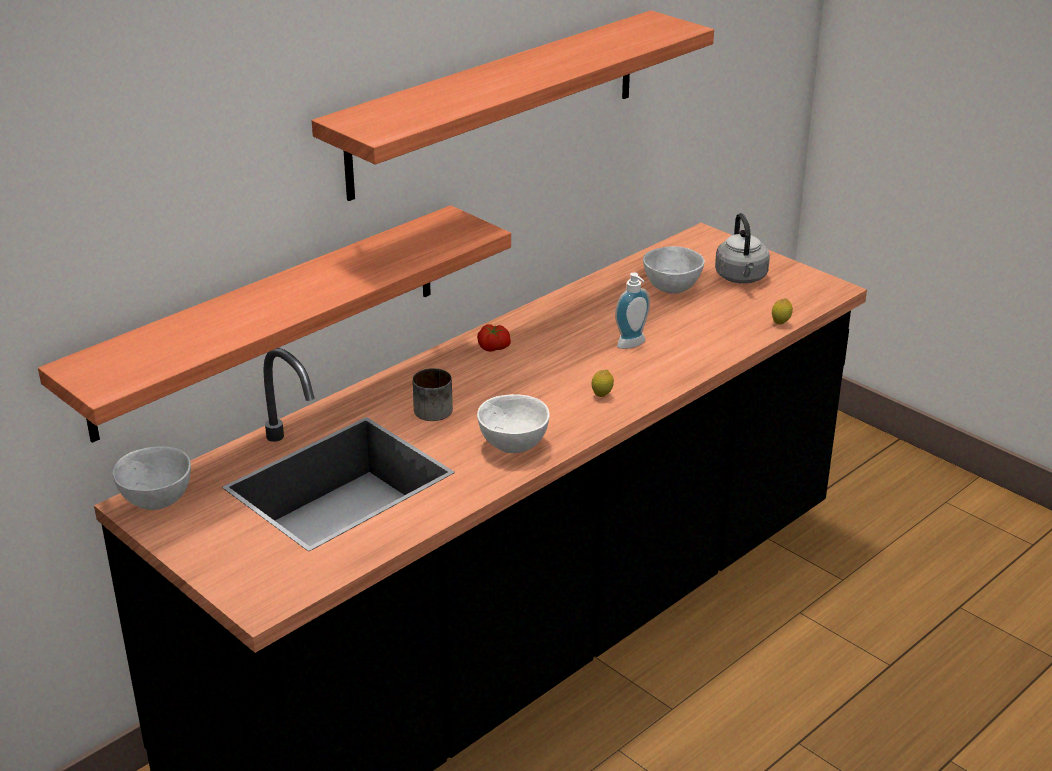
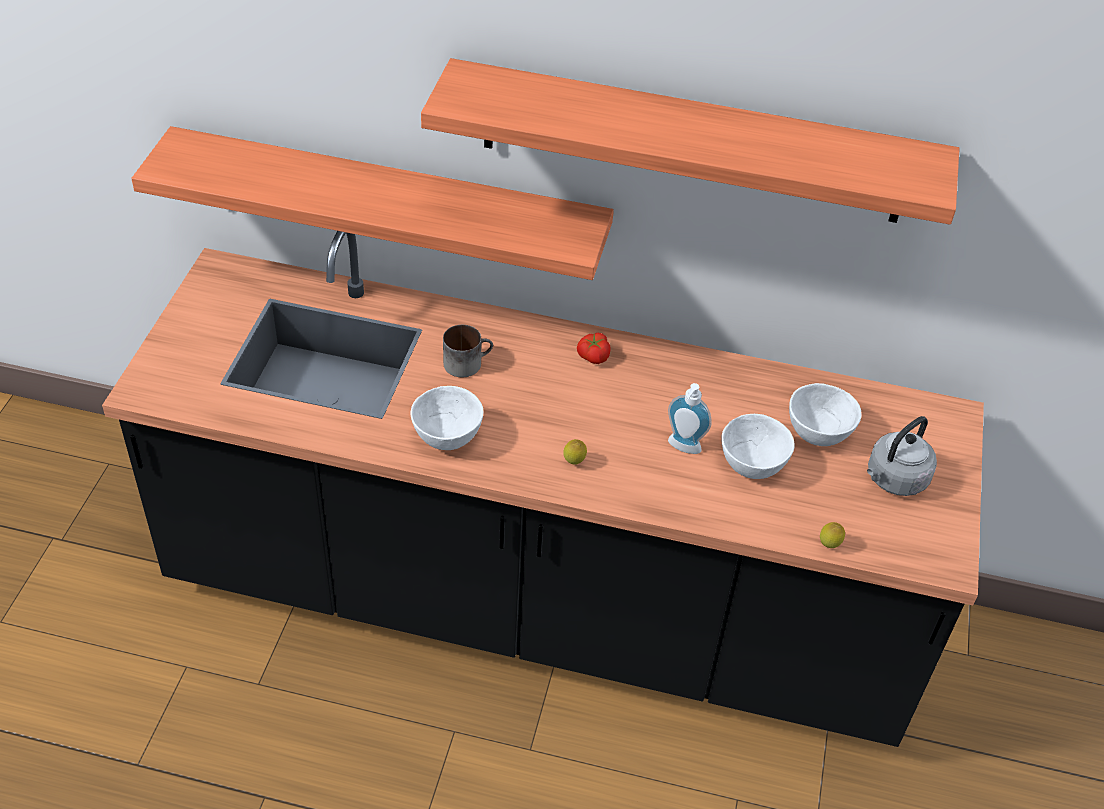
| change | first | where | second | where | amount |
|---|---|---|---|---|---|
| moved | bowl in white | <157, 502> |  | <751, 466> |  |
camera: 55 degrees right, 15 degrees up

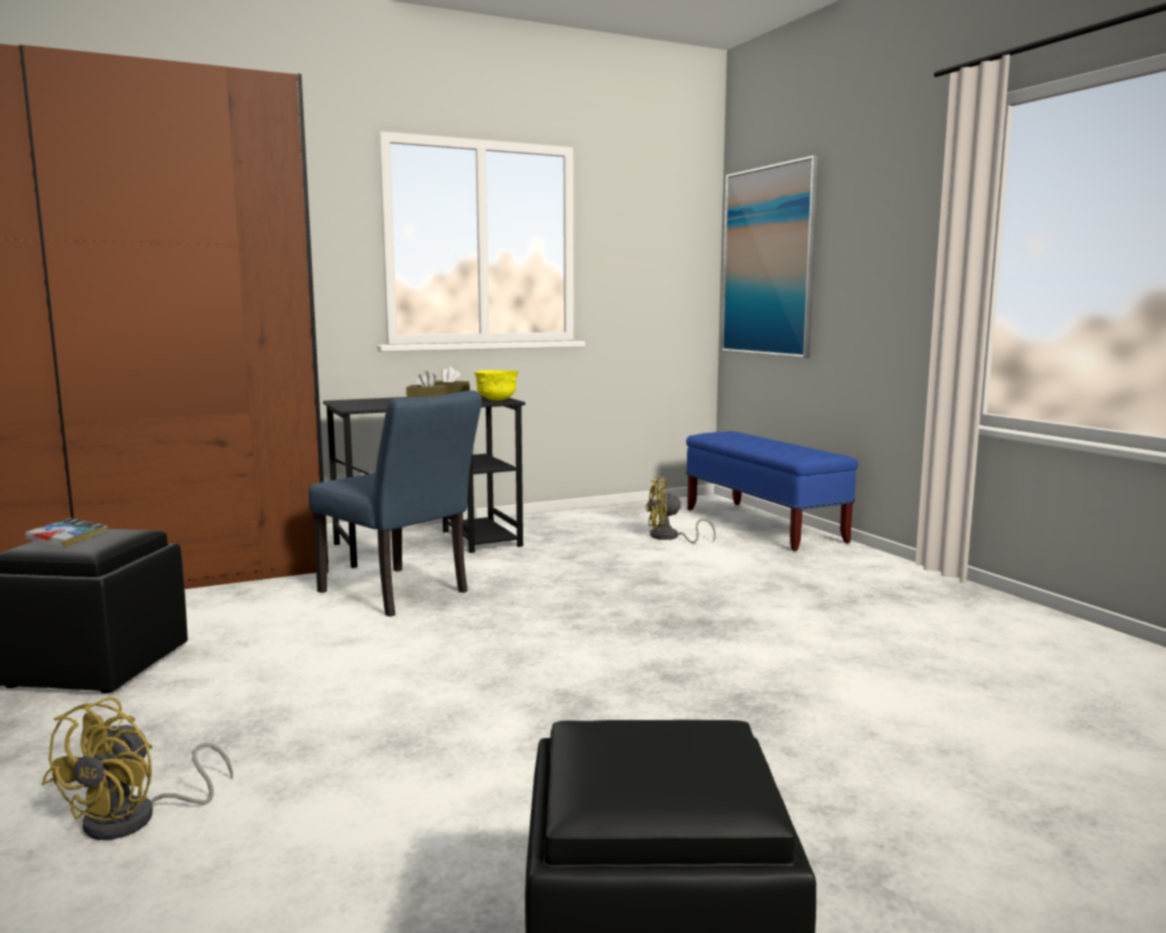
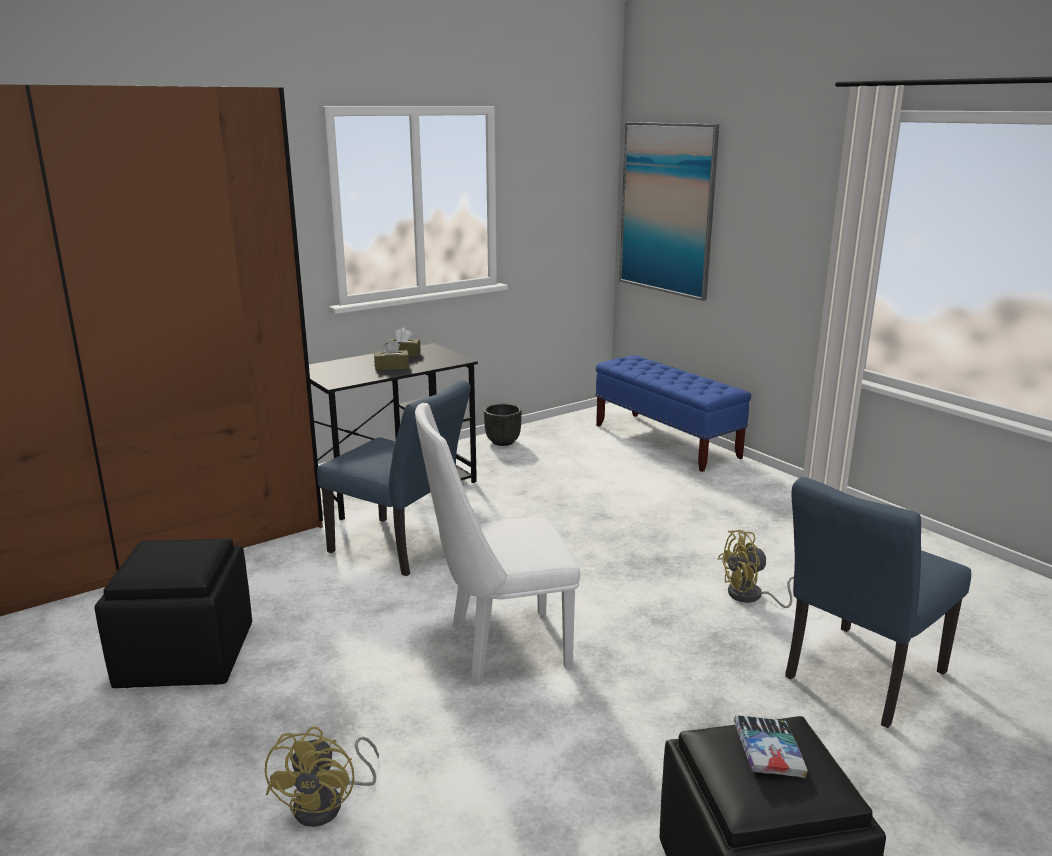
| change | first | where | second | where | amount |
|---|---|---|---|---|---|
| moved | book | <68, 539> |  | <768, 752> |  |
| removed | bowl in yellow | <496, 400> |  |  |  |
| moved | fan in yellow | <669, 537> |  | <752, 597> |  |
| added |  |  | chair in white | <498, 648> |  |
| added |  |  | planter in black | <503, 442> |  |
| added |  |  | chair in blue | <857, 679> |  |
camera: 10 degrees left, 10 degrees up

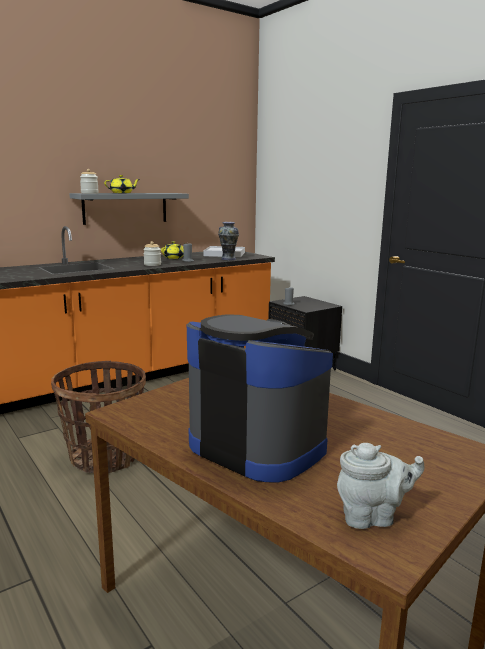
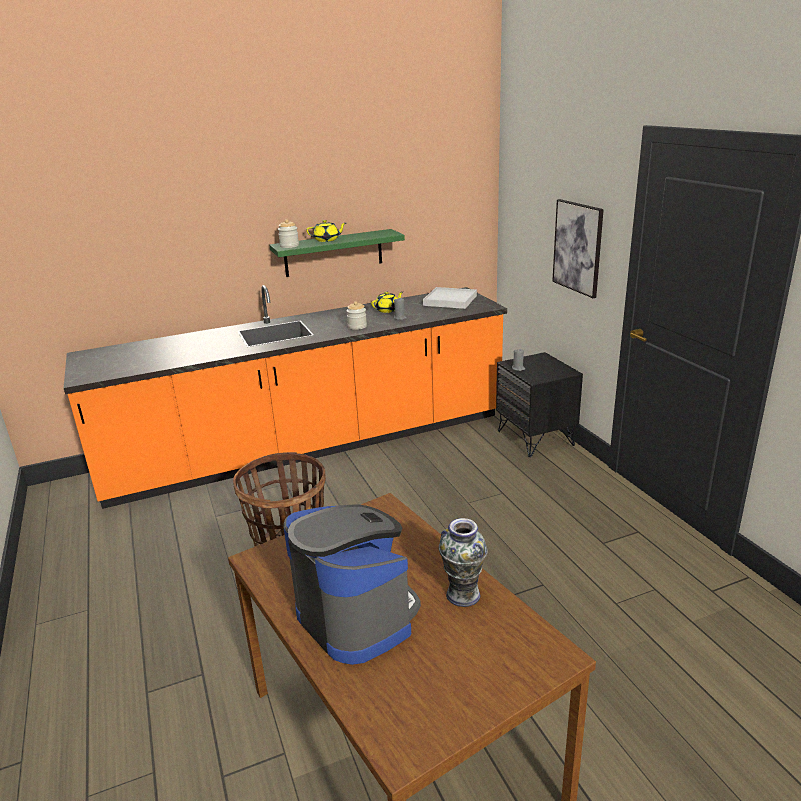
| change | first | where | second | where | amount |
|---|---|---|---|---|---|
| recoloured | shelf in grey | <125, 208> | shelf in green | <333, 253> |  |
| moved | vase | <228, 259> |  | <462, 595> |  |
| removed | teapot in grey | <372, 517> |  |  |  |
| added |  |  | picture | <578, 247> |  |
camera: 15 degrees right, 10 degrees up

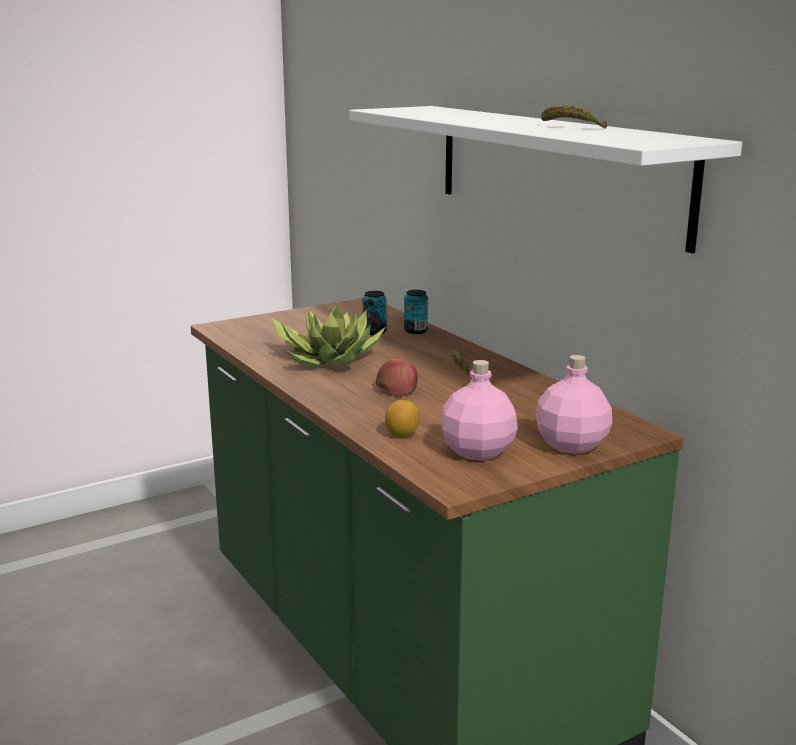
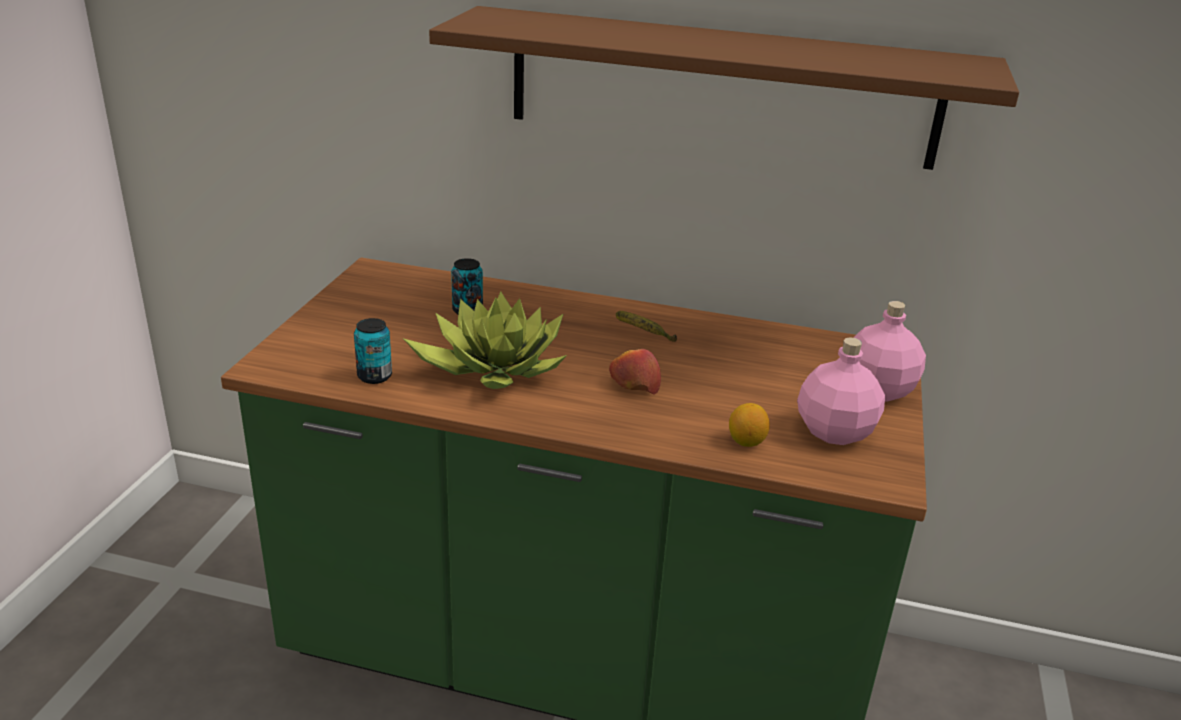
| change | first | where | second | where | amount |
|---|---|---|---|---|---|
| recoloured | shelf in white | <554, 170> | shelf in brown | <721, 87> |  |
| moved | can | <416, 331> |  | <374, 376> |  |
| removed | banana | <570, 127> |  |  |  |
camera: 45 degrees left, 10 degrees up

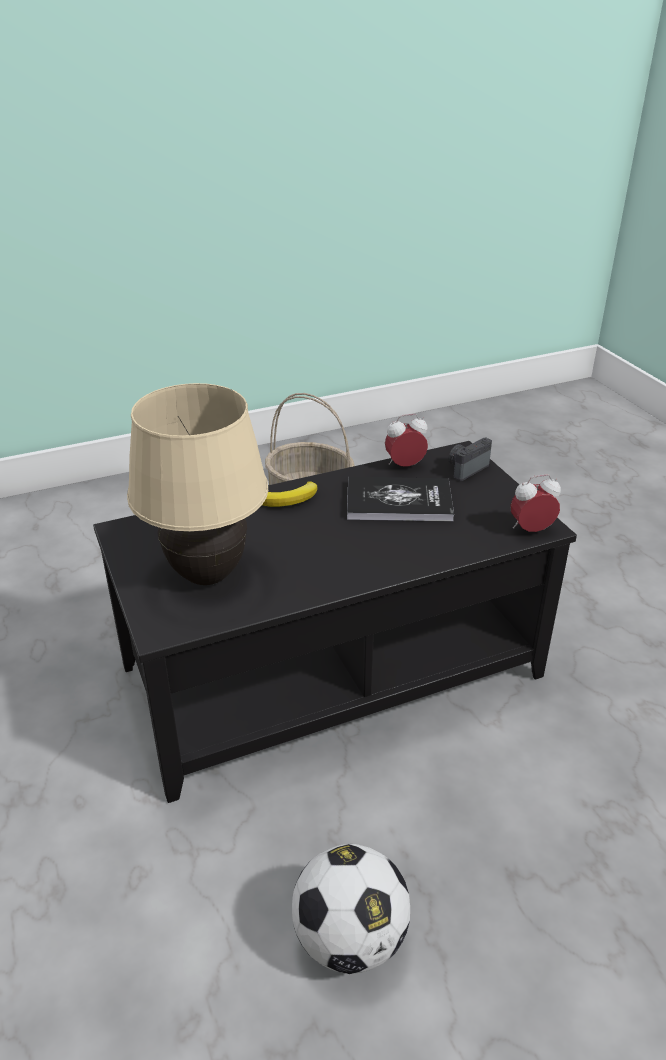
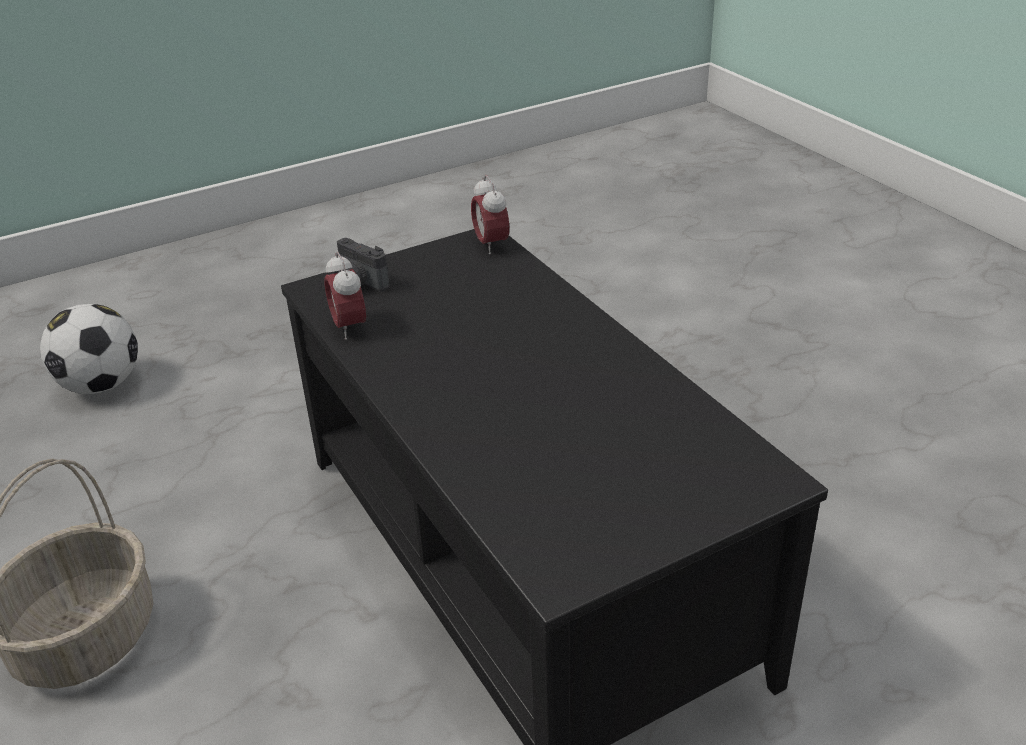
| change | first | where | second | where | amount |
|---|---|---|---|---|---|
| removed | table lamp in beige | <207, 576> |  |  |  |
| removed | banana | <289, 499> |  |  |  |
| moved | football | <350, 939> |  | <101, 385> |  |
| removed | book | <399, 501> |  |  |  |
camera: 95 degrees left, 0 degrees up

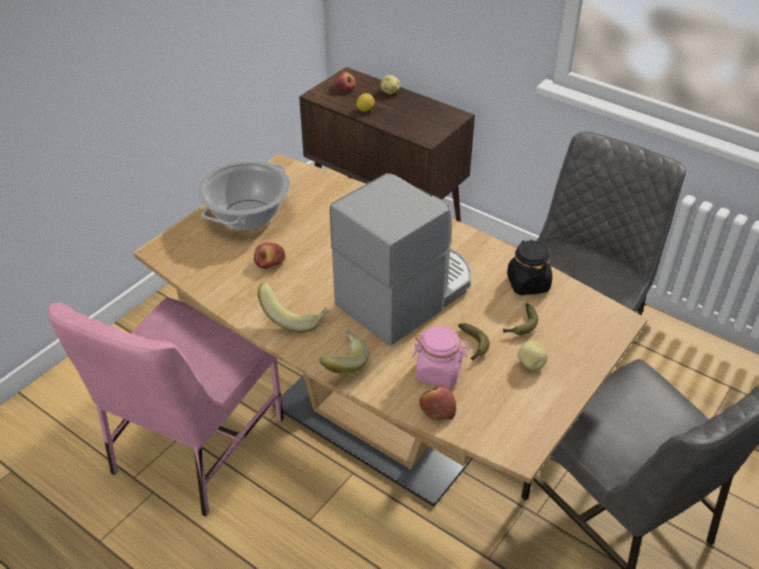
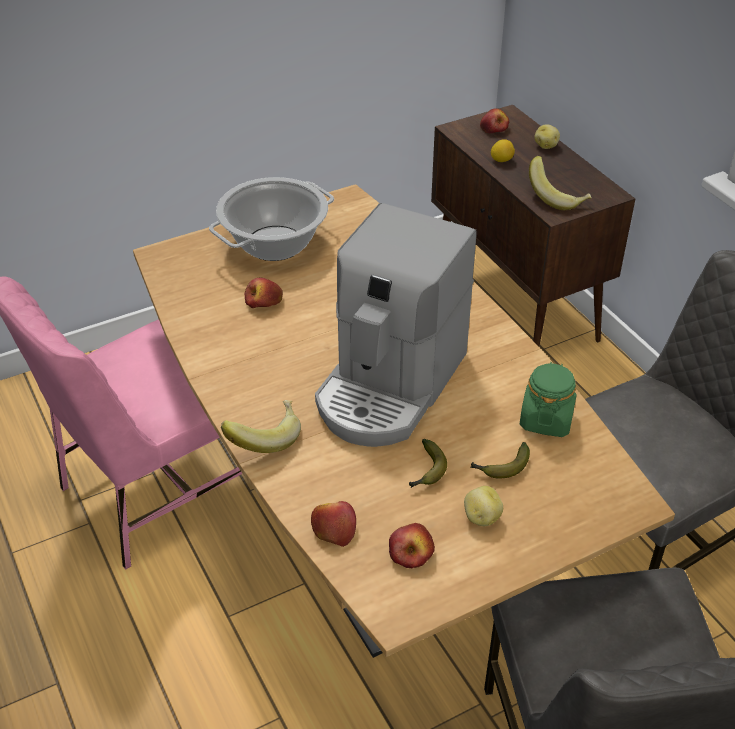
| change | first | where | second | where | amount |
|---|---|---|---|---|---|
| moved | banana | <295, 317> |  | <557, 197> |  |
| turned | coffee machine | <407, 294> |  | <390, 386> | 135 degrees clockwise |
| removed | jar in pink | <439, 371> |  |  |  |
| recoloured | jar in black | <527, 283> | jar in green | <546, 419> |  |
| added |  |  | apple | <411, 552> |  |
camera: 25 degrees right, 0 degrees up

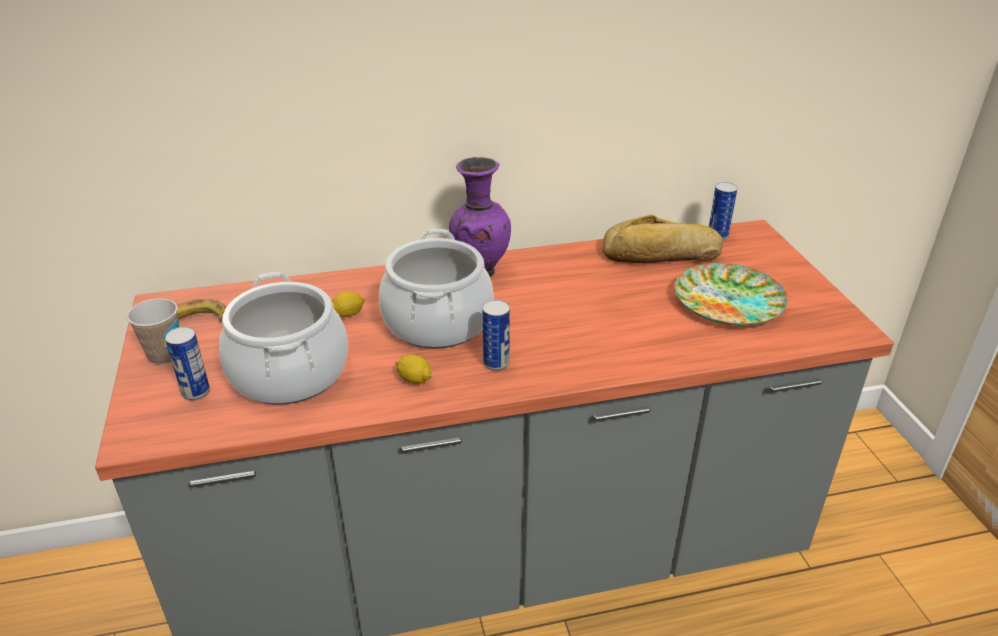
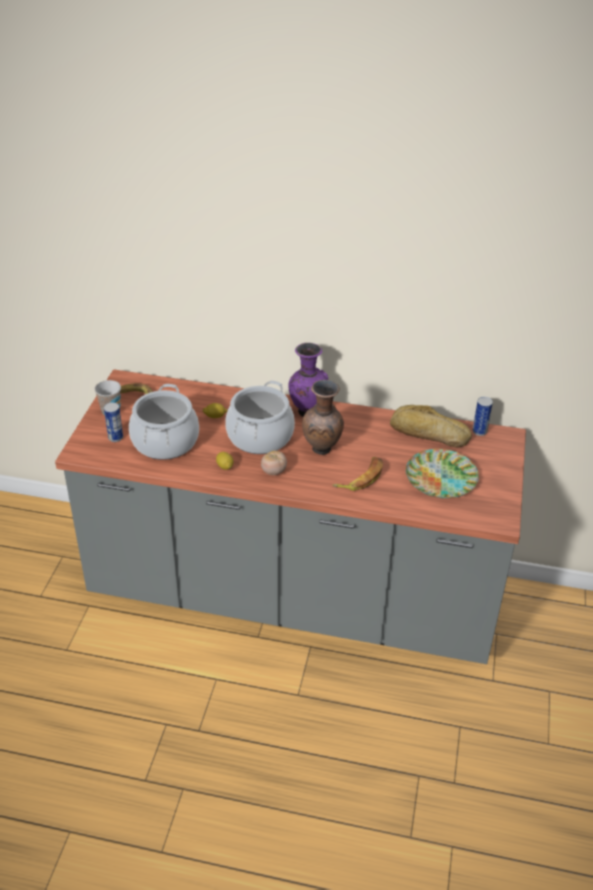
| change | first | where | second | where | amount |
|---|---|---|---|---|---|
| replaced | can | <496, 363> | tomato | <273, 471> |  |
| added |  |  | vase in brown | <322, 450> |  |
| added |  |  | banana | <361, 477> |  |
camera: 25 degrees right, 5 degrees up

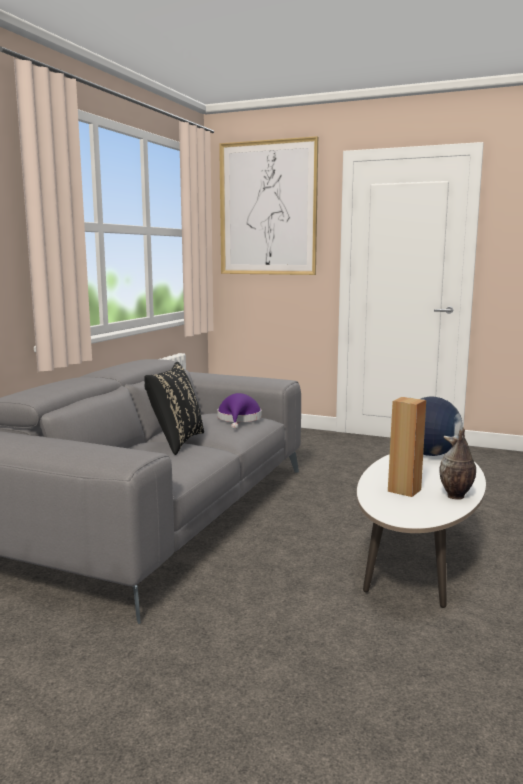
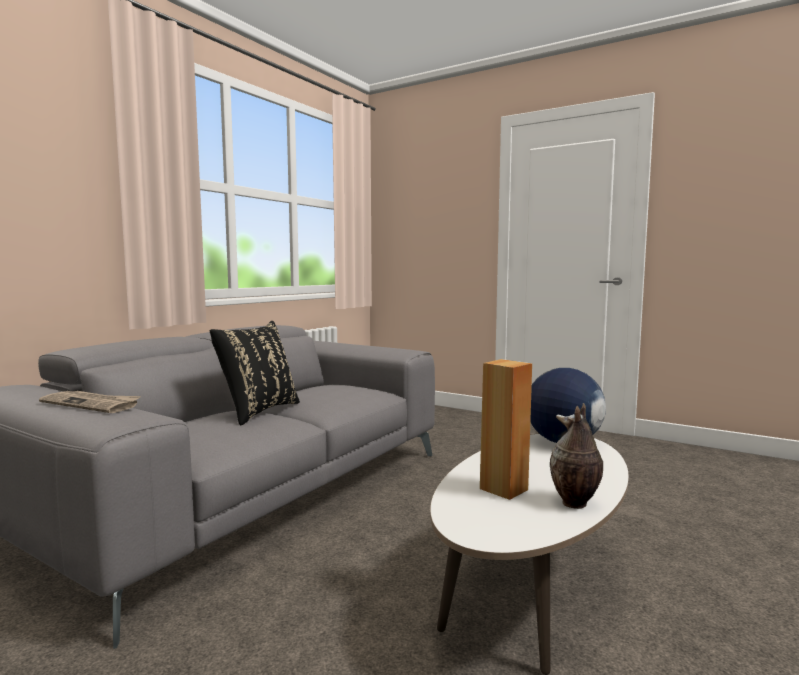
| change | first | where | second | where | amount |
|---|---|---|---|---|---|
| removed | hat in purple | <239, 419> |  |  |  |
| removed | picture | <268, 208> |  |  |  |
| added |  |  | newspaper | <92, 404> |  |
camera: 10 degrees right, 5 degrees down

